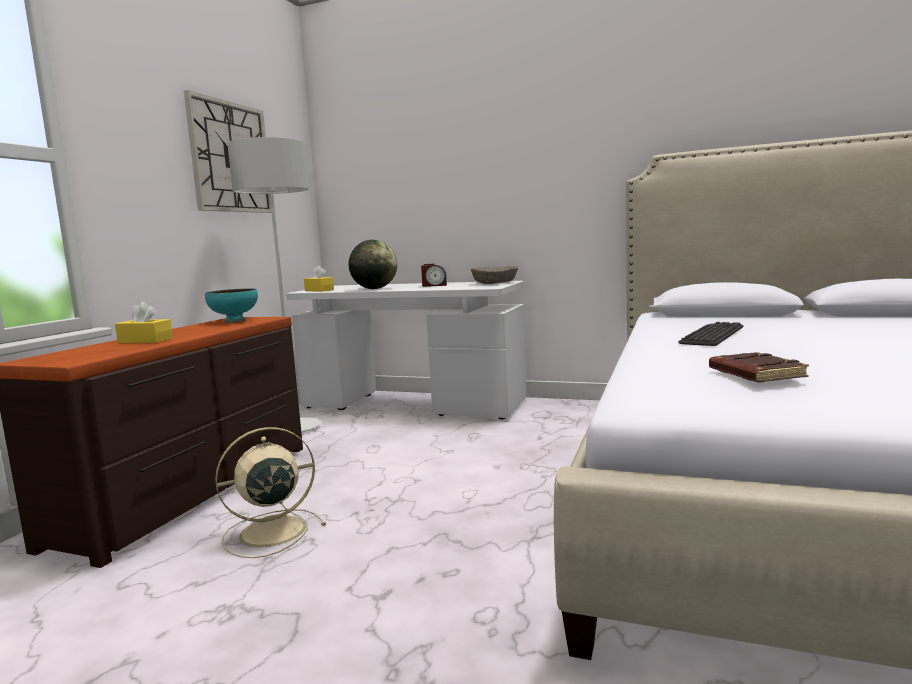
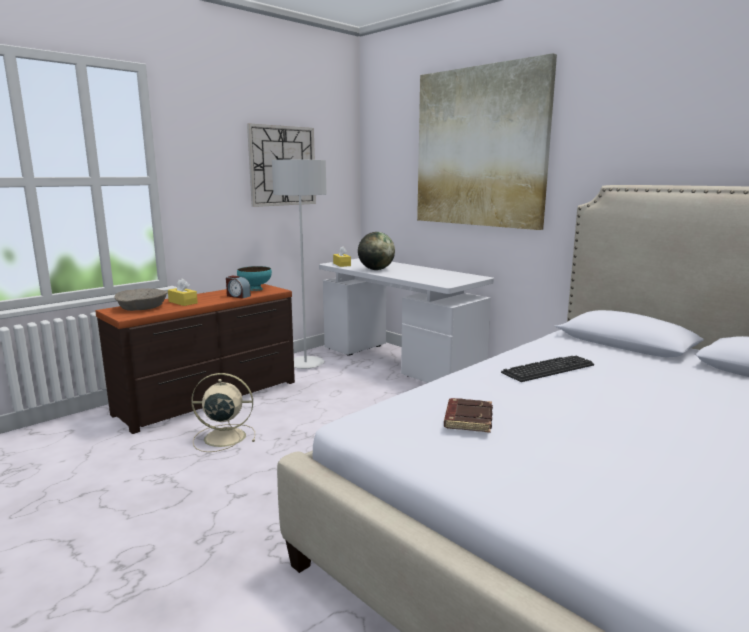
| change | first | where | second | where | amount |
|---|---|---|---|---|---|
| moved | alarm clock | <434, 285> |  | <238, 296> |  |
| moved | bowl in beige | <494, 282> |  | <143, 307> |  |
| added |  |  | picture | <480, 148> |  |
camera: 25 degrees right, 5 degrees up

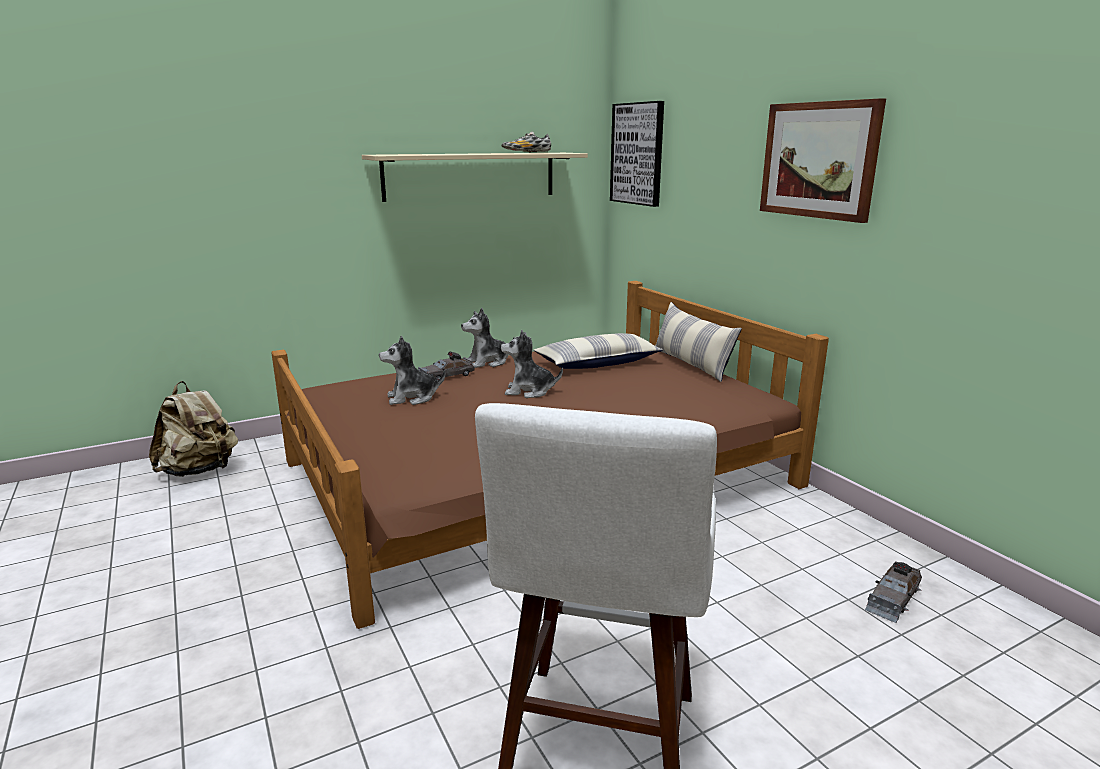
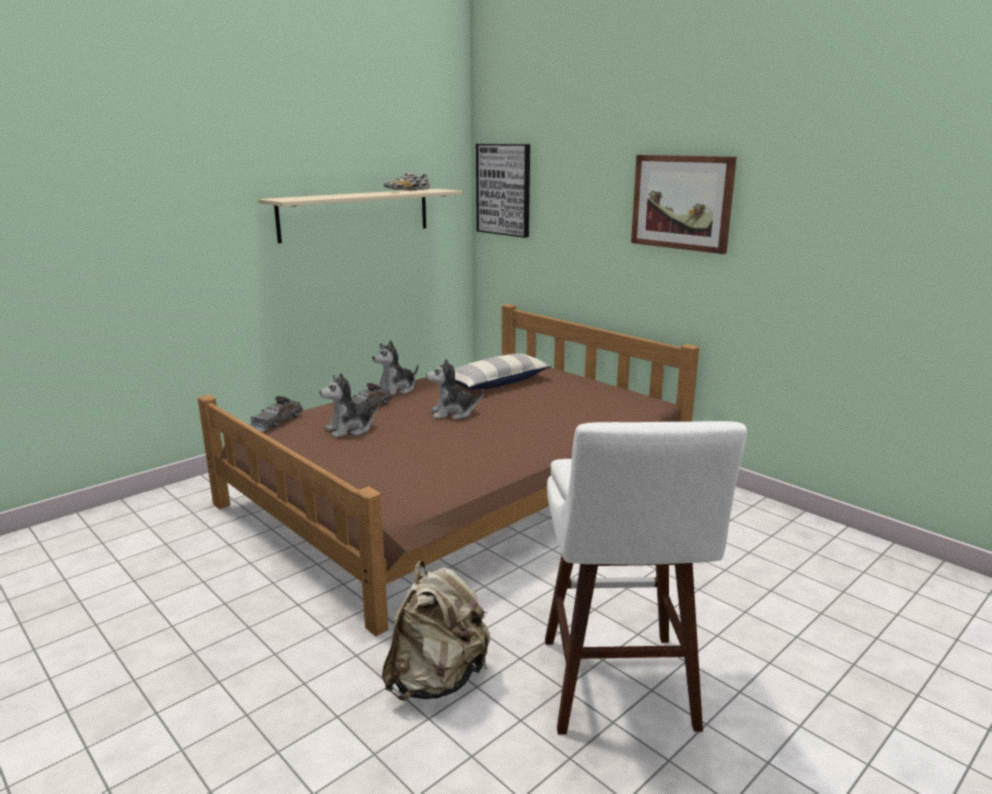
| change | first | where | second | where | amount |
|---|---|---|---|---|---|
| moved | backpack in beige | <200, 471> |  | <437, 680> |  |
| removed | pillow | <691, 364> |  |  |  |
| moved | toy car in grey | <892, 598> |  | <276, 421> |  |
camera: 15 degrees left, 0 degrees up

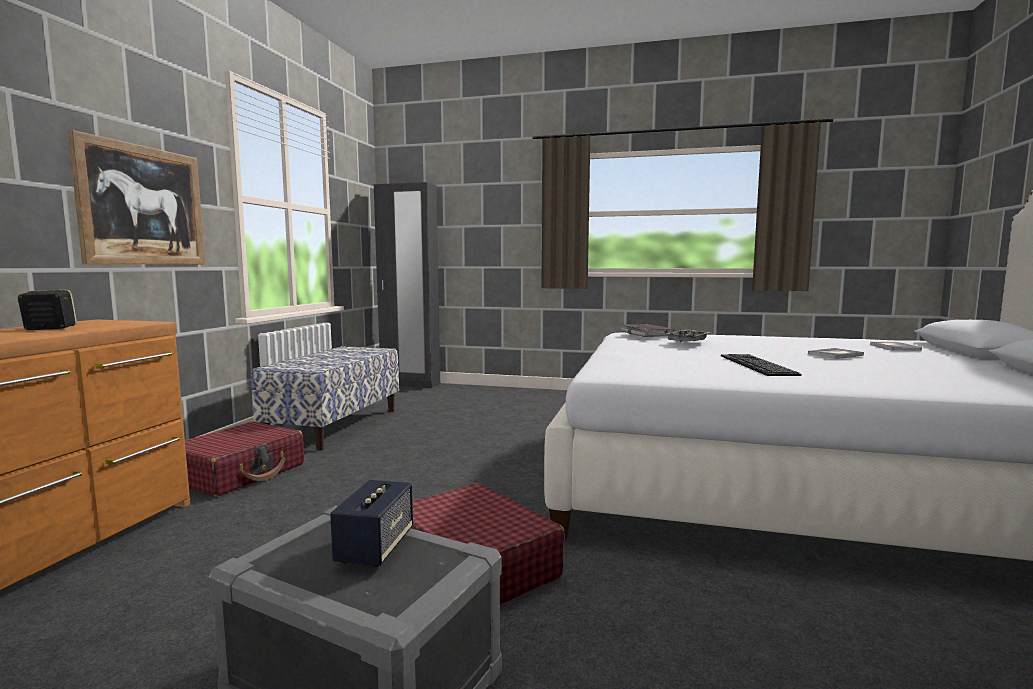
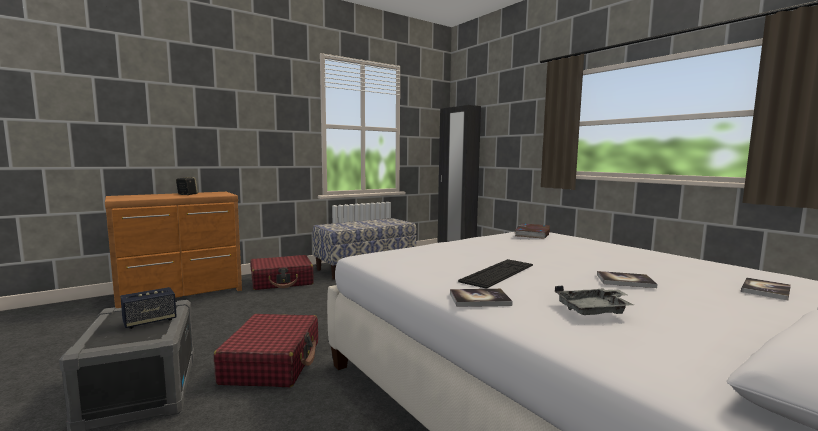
| change | first | where | second | where | amount |
|---|---|---|---|---|---|
| removed | picture | <143, 205> |  |  |  |
| moved | tray in grey | <688, 341> |  | <594, 310> |  |
| added |  |  | book | <479, 299> |  |
camera: 40 degrees right, 0 degrees up

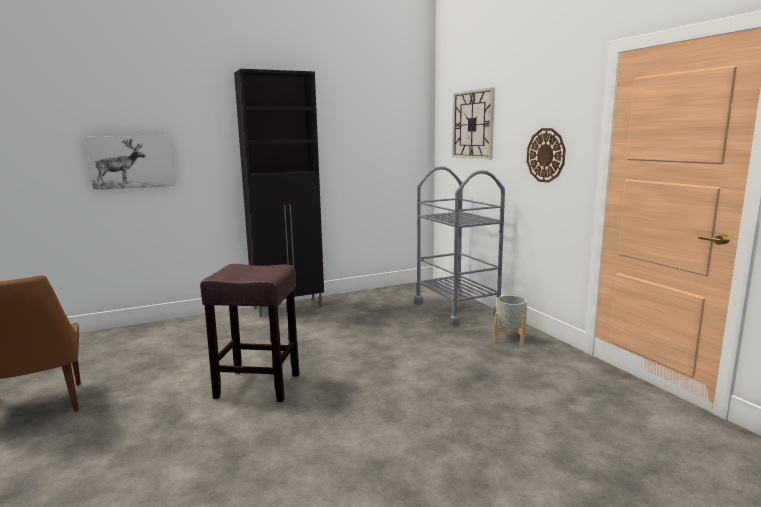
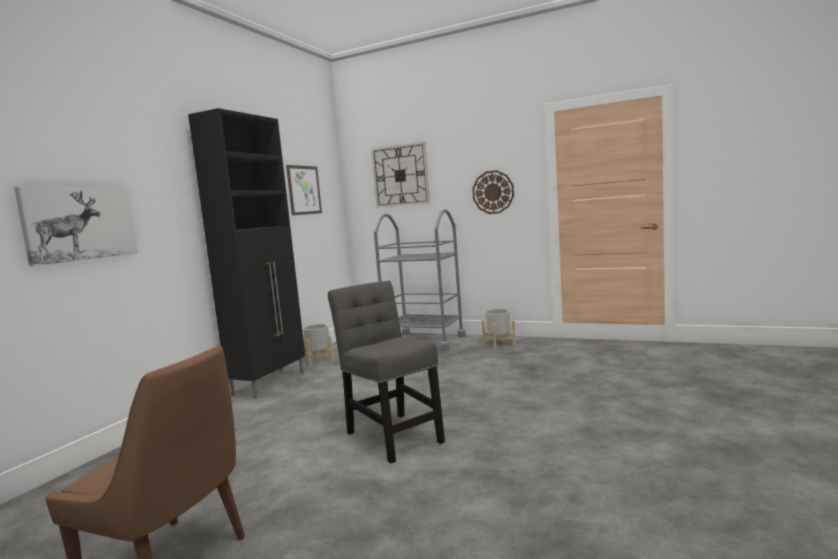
| change | first | where | second | where | amount |
|---|---|---|---|---|---|
| replaced | stool in brown | <259, 385> | chair in grey | <392, 435> |  |
| added |  |  | picture | <304, 190> |  |
| added |  |  | planter in grey | <319, 360> |  |
camera: 40 degrees left, 5 degrees down

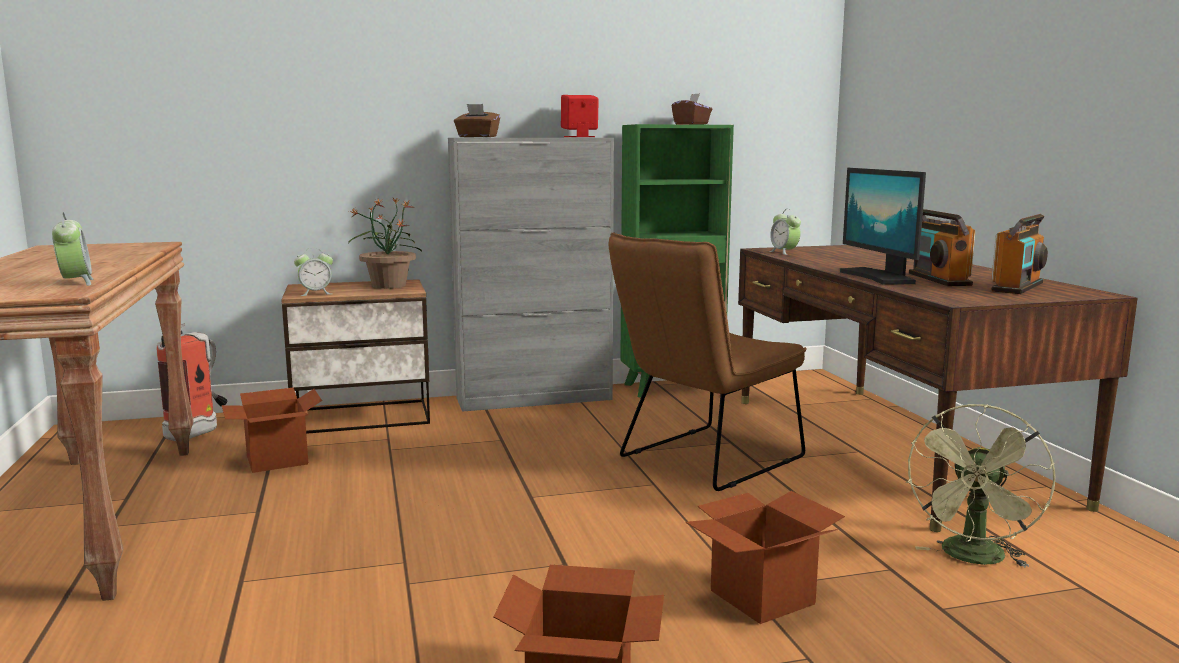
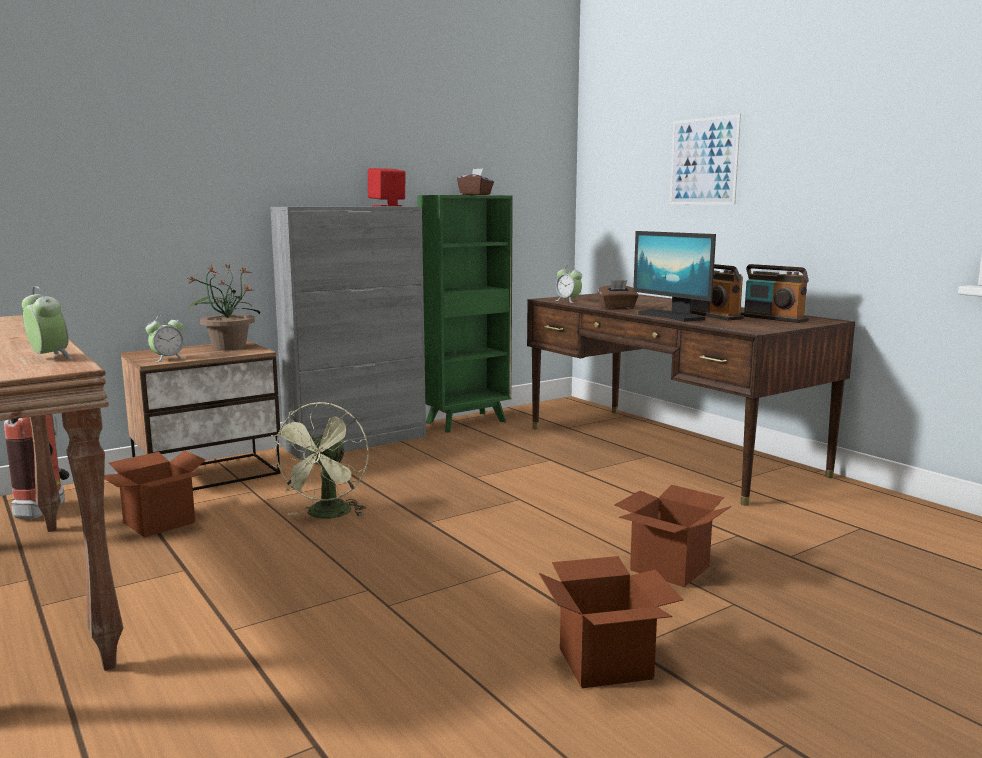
| change | first | where | second | where | amount |
|---|---|---|---|---|---|
| moved | tissue box in brown | <477, 137> |  | <617, 308> |  |
| removed | chair in brown | <703, 460> |  |  |  |
| moved | fan in green | <973, 559> |  | <327, 515> |  |
| turned | radio | <1018, 287> |  | <773, 318> | 120 degrees clockwise |
| added |  |  | picture | <703, 161> |  |
camera: 20 degrees left, 0 degrees up

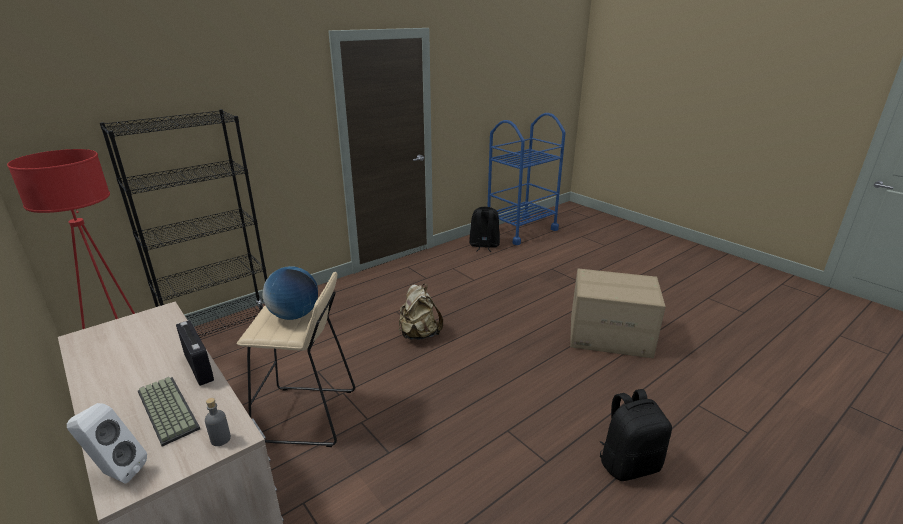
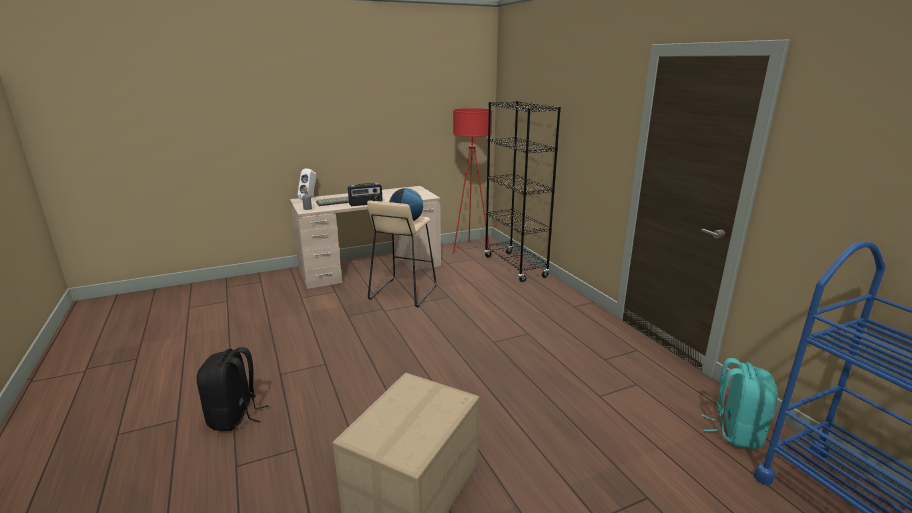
| change | first | where | second | where | amount |
|---|---|---|---|---|---|
| removed | backpack in beige | <419, 334> |  |  |  |
| recoloured | backpack in black | <484, 245> | backpack in turquoise | <735, 431> |  |
camera: 105 degrees right, 5 degrees down

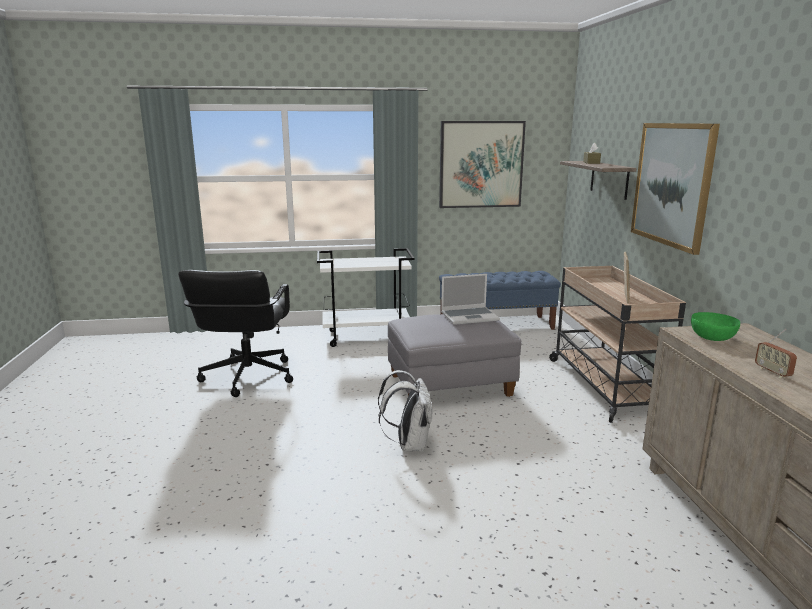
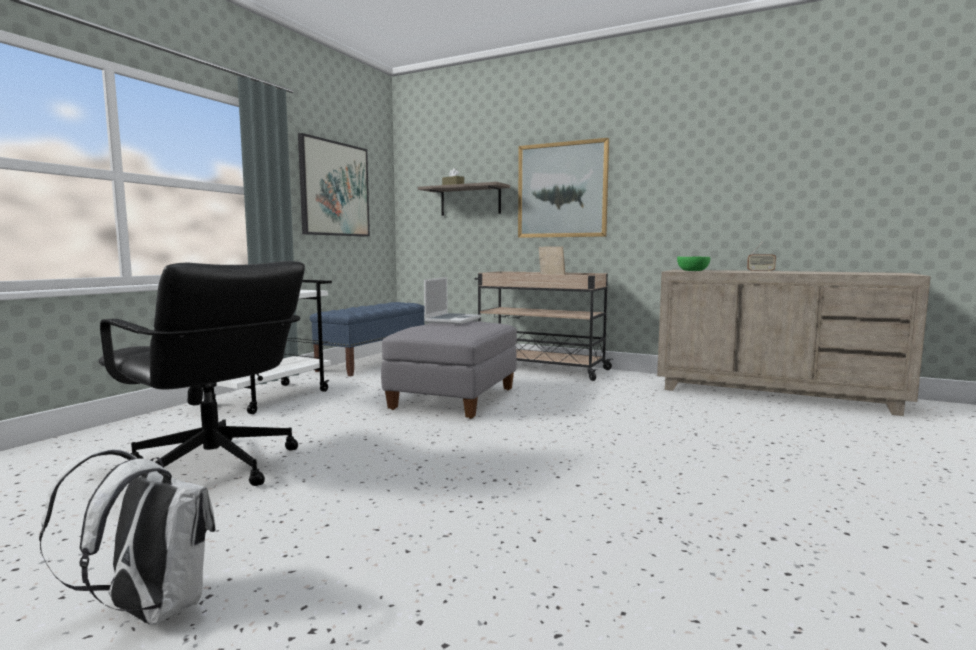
| change | first | where | second | where | amount |
|---|---|---|---|---|---|
| moved | backpack in white | <409, 444> |  | <148, 610> |  |
camera: 55 degrees left, 10 degrees down

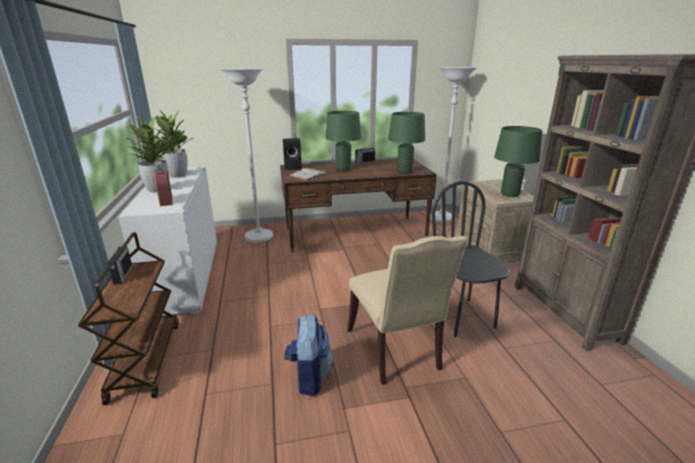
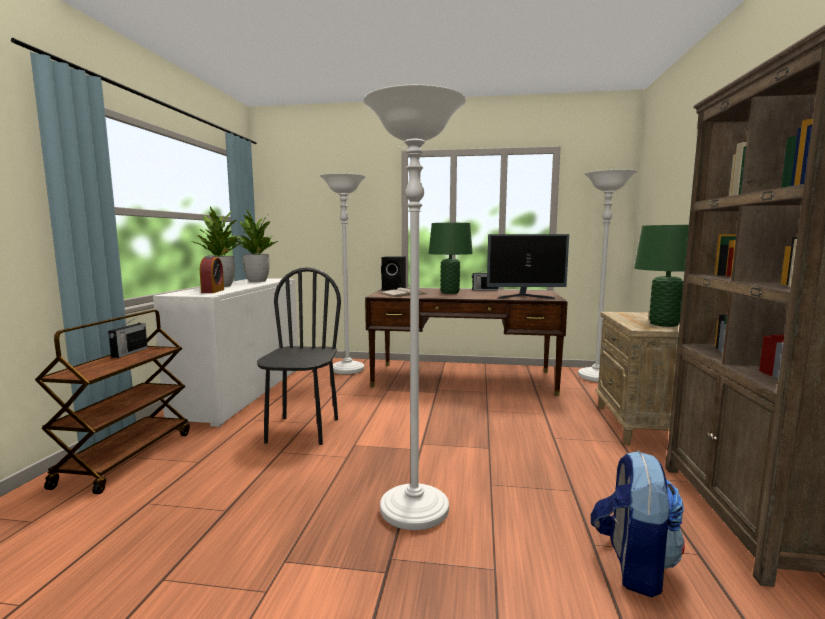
| change | first | where | second | where | amount |
|---|---|---|---|---|---|
| moved | backpack | <309, 377> |  | <633, 565> |  |
| replaced | chair in beige | <396, 351> | floor lamp in white | <414, 510> |  |
| replaced | table lamp in green | <404, 171> | monitor | <525, 297> |  |
| moved | chair in black | <461, 317> |  | <302, 430> |  |
camera: 20 degrees right, 15 degrees down

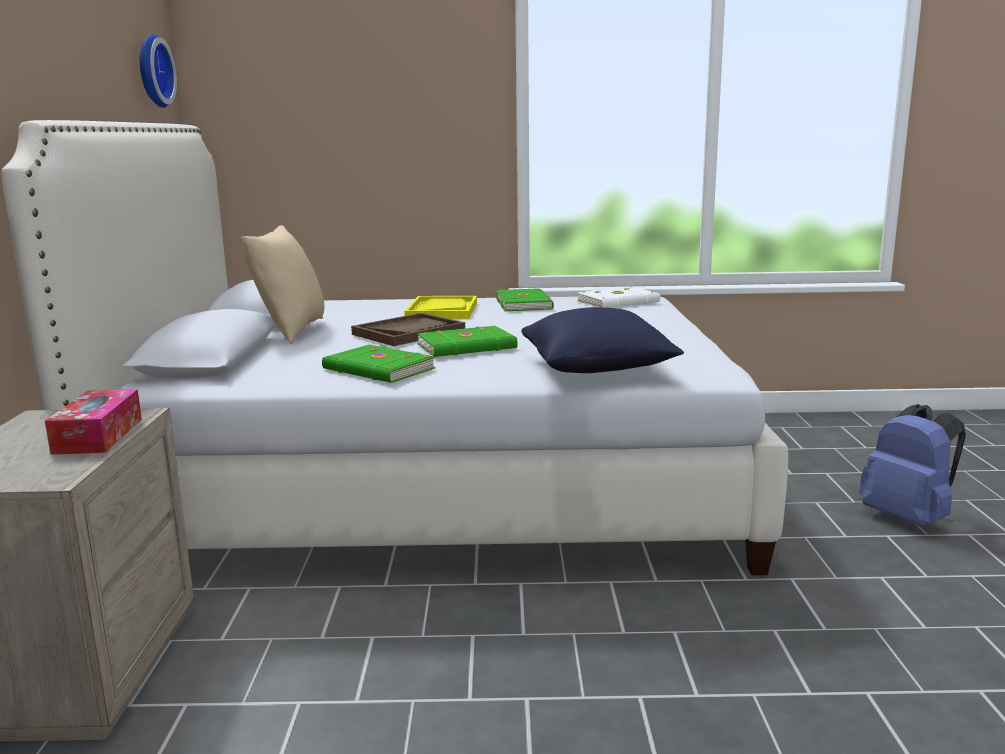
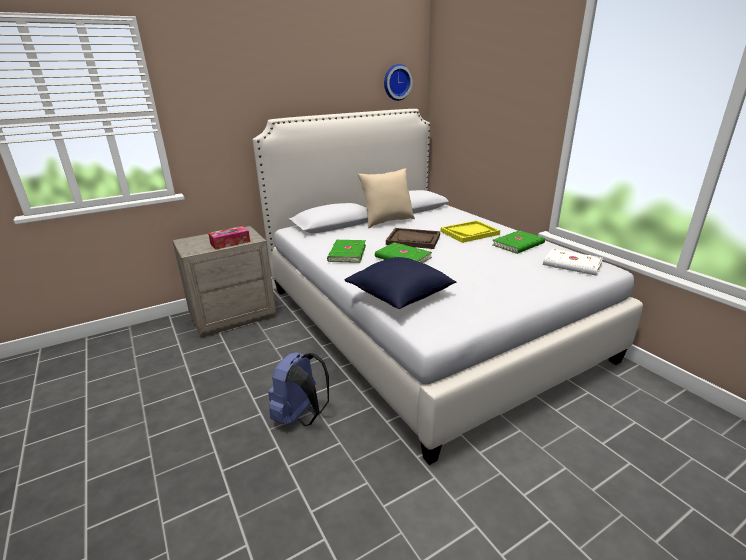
| change | first | where | second | where | amount |
|---|---|---|---|---|---|
| moved | backpack in blue | <908, 518> |  | <301, 416> |  |
camera: 60 degrees right, 10 degrees up

